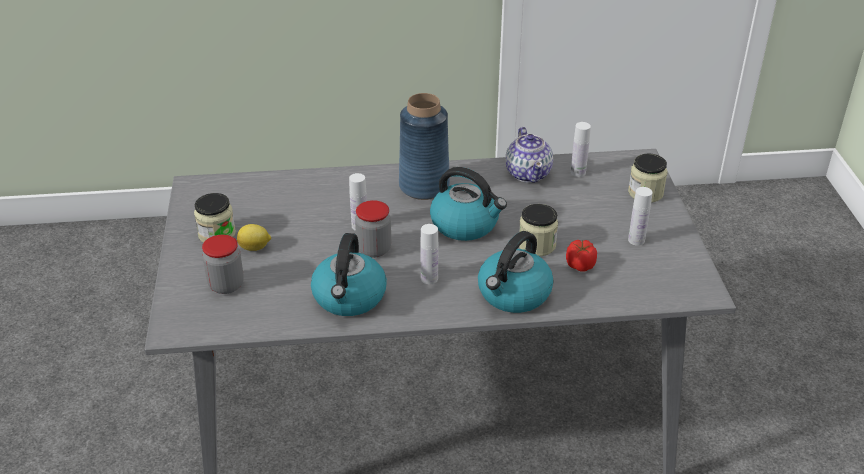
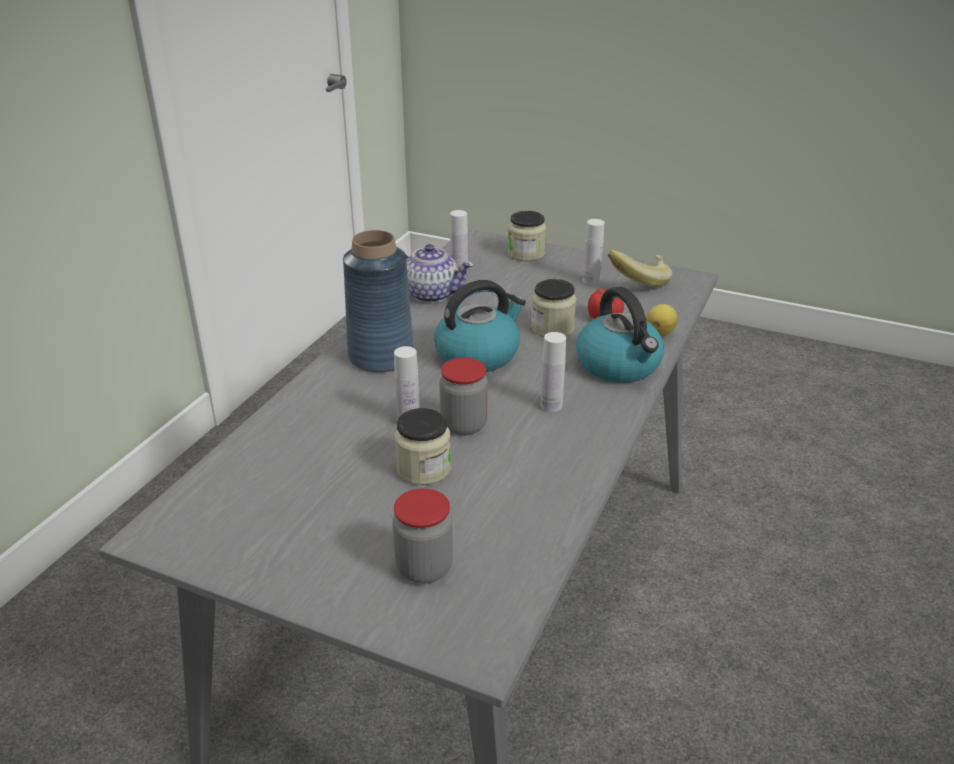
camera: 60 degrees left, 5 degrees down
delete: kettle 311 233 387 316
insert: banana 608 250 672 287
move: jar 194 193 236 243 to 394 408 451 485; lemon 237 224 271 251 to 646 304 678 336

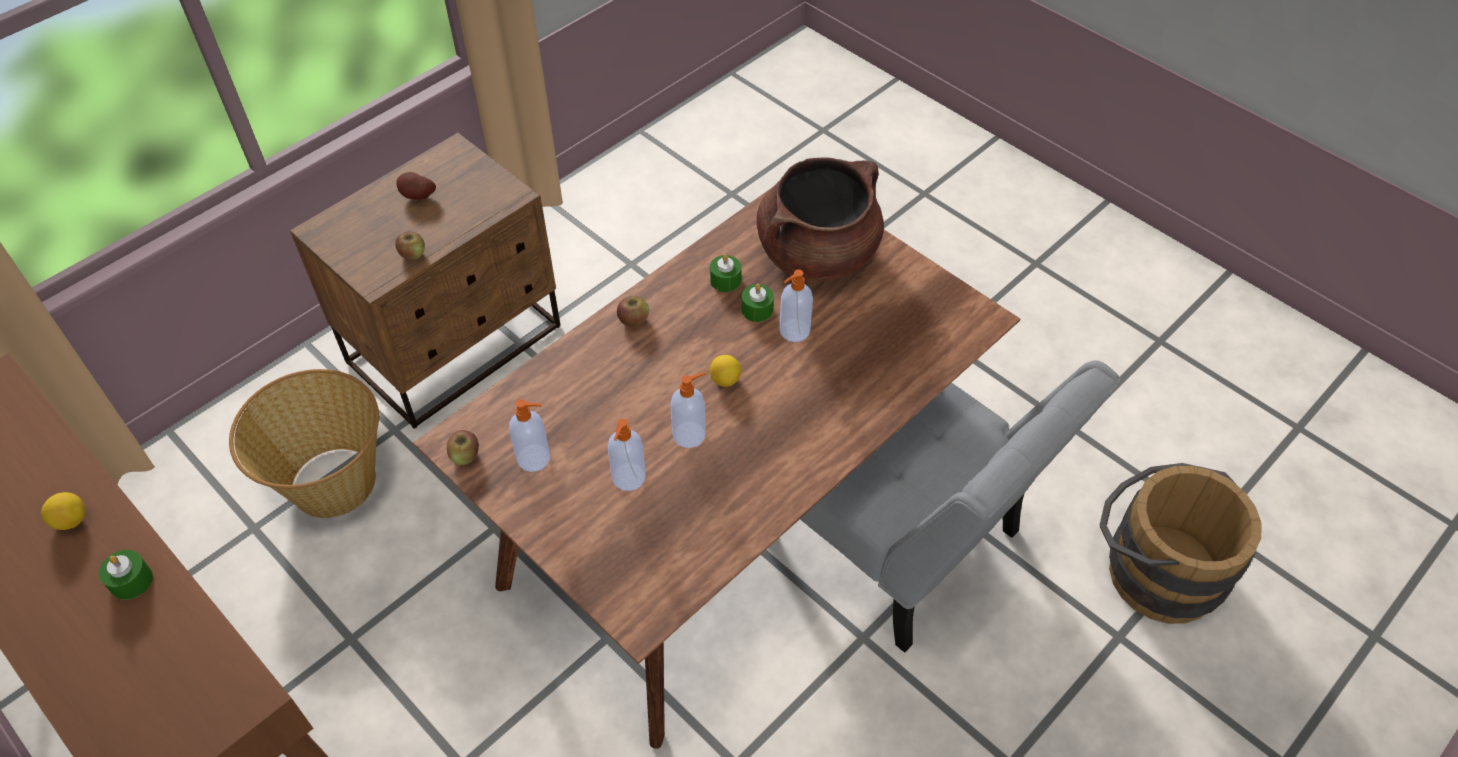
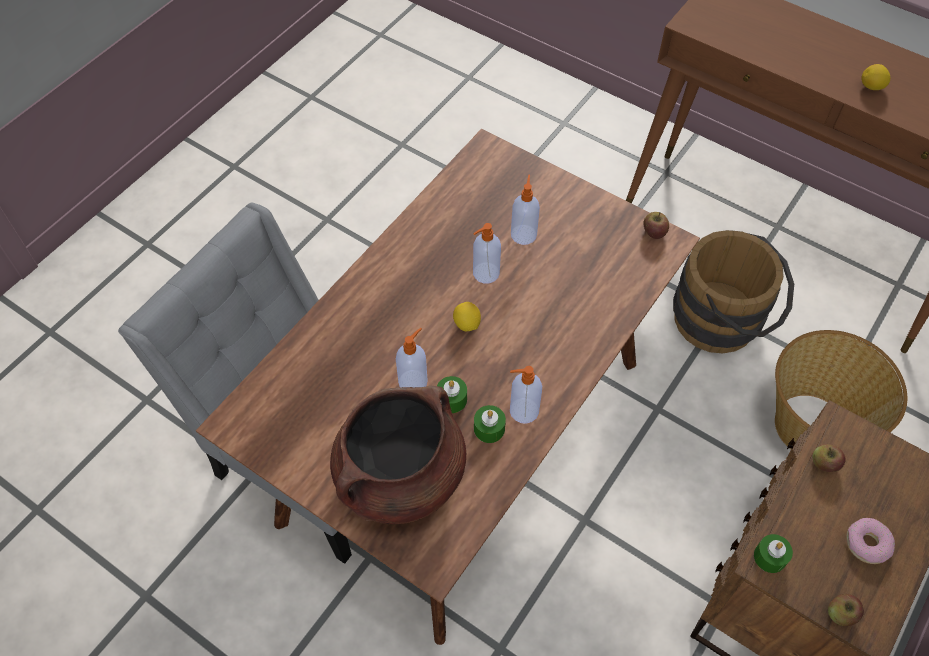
camera: 170 degrees right, 5 degrees up
move: candle (green) 99 550 153 600 to 754 534 793 573; soap dispenser 509 399 550 472 to 510 366 542 424; apple 617 296 649 327 to 828 594 864 626; bucket (brown) 1100 463 1262 624 to 673 230 794 354
replace: potato 396 172 436 200 to donut 846 518 895 564

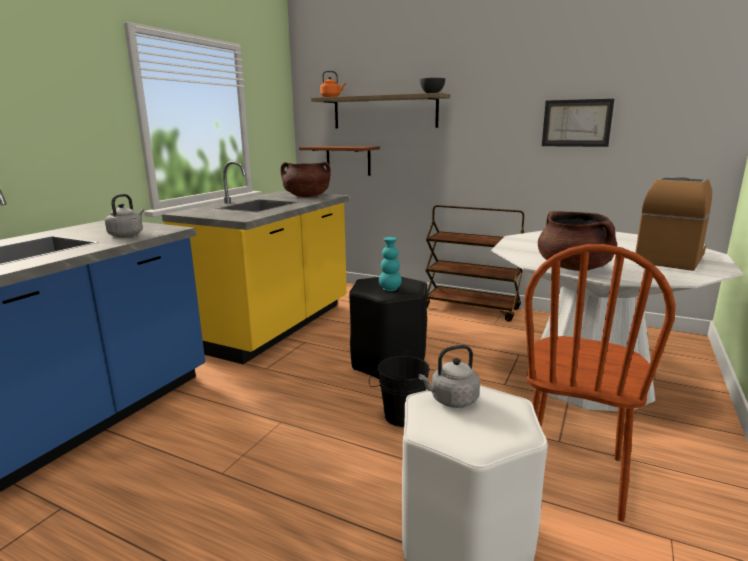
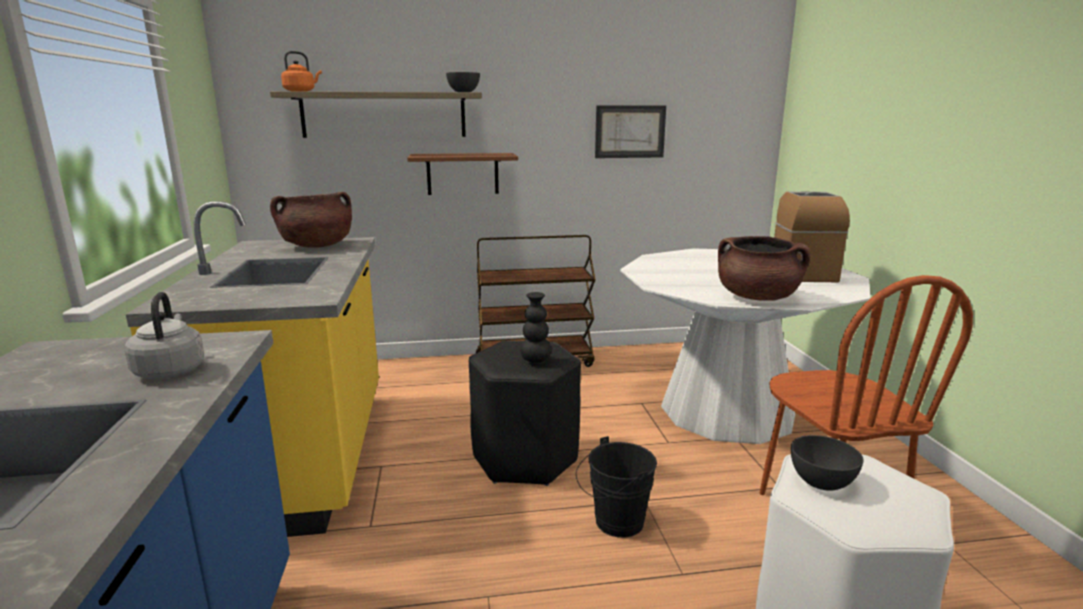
camera: 35 degrees left, 0 degrees up
move: shelf (brown) 299 146 380 176 to 407 153 518 195
replace: kettle (grey) 419 345 480 408 to bowl (grey) 791 435 863 491
recolor: vase (turquoise) 379 237 402 291 to vase (black) 520 292 552 365

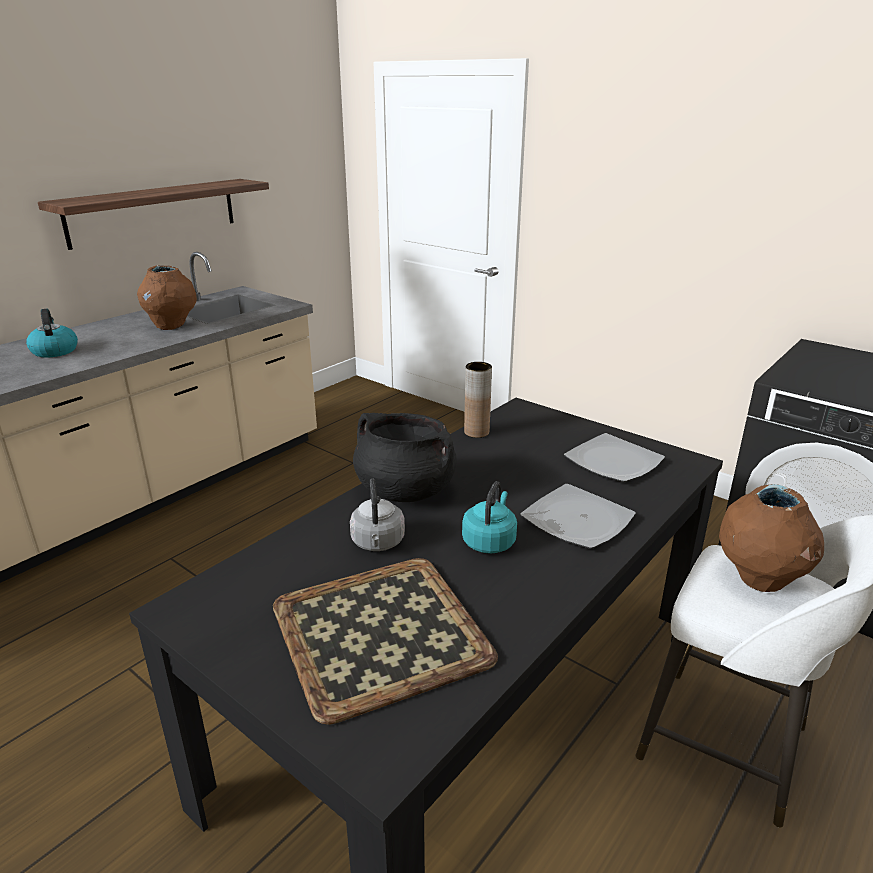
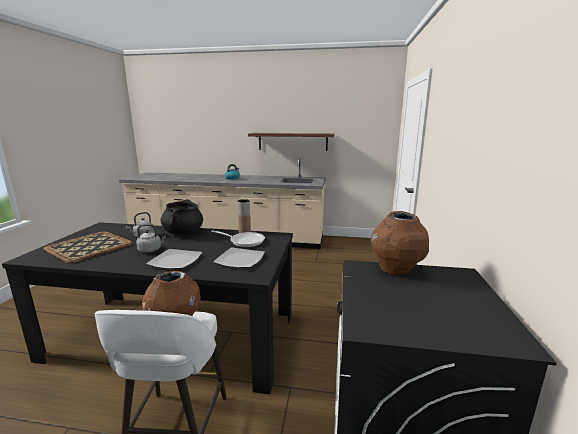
camera: 60 degrees right, 10 degrees down
insert: frying pan 211 230 265 247
move: vase (brown) 137 266 197 330 to 370 211 429 275
recolor: kettle (turquoise) 462 481 517 554 to kettle (grey) 136 224 166 253

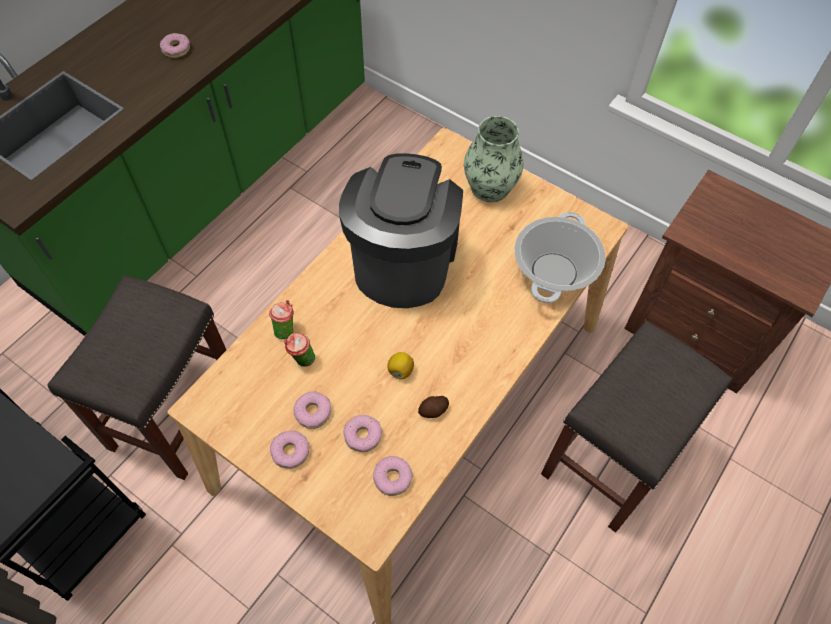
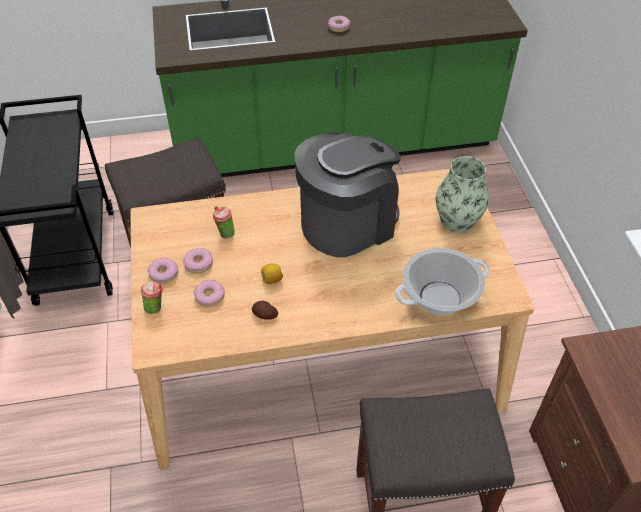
camera: 45 degrees right, 10 degrees down
delete: donut 373 456 413 496
move: cup 269 300 294 339 to 141 281 163 314

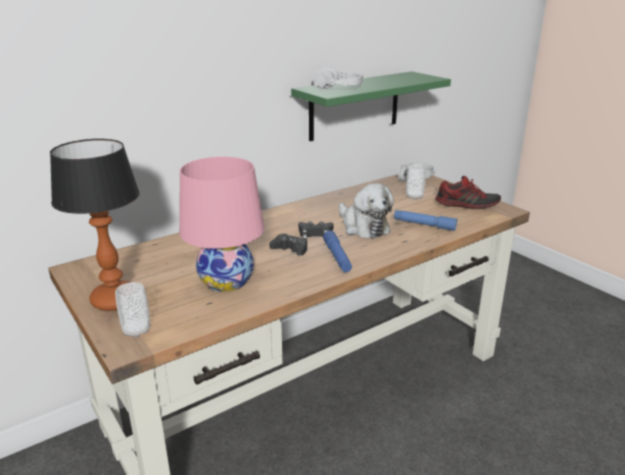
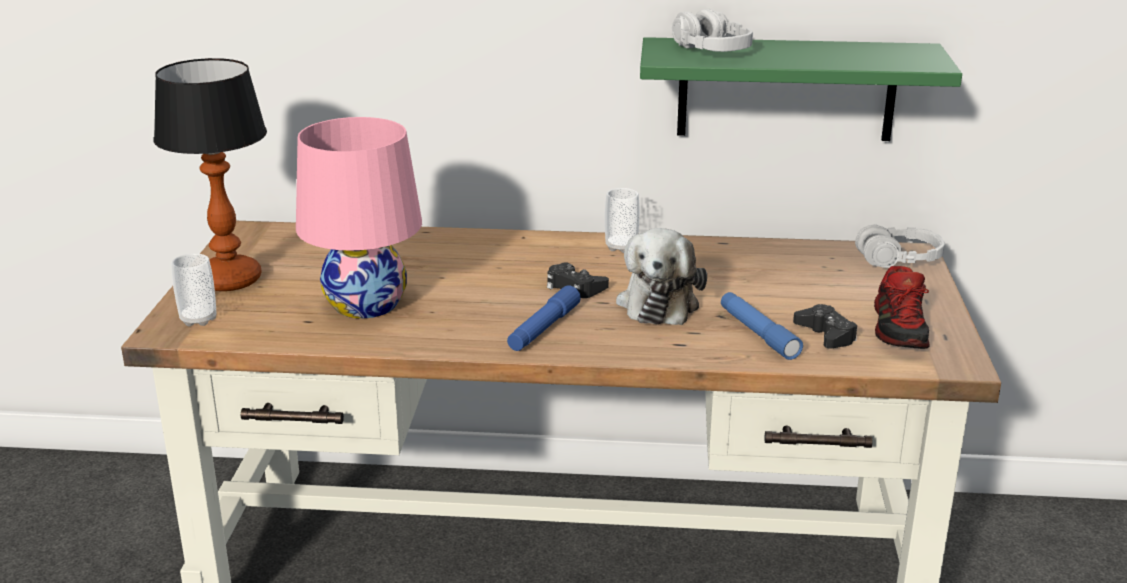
camera: 40 degrees right, 0 degrees up
move: game controller (black) 269 234 307 256 to 793 304 857 349; cup 406 165 426 200 to 605 188 639 253
rotate: shoe 435 176 501 209 = 874 266 930 349 45 degrees clockwise

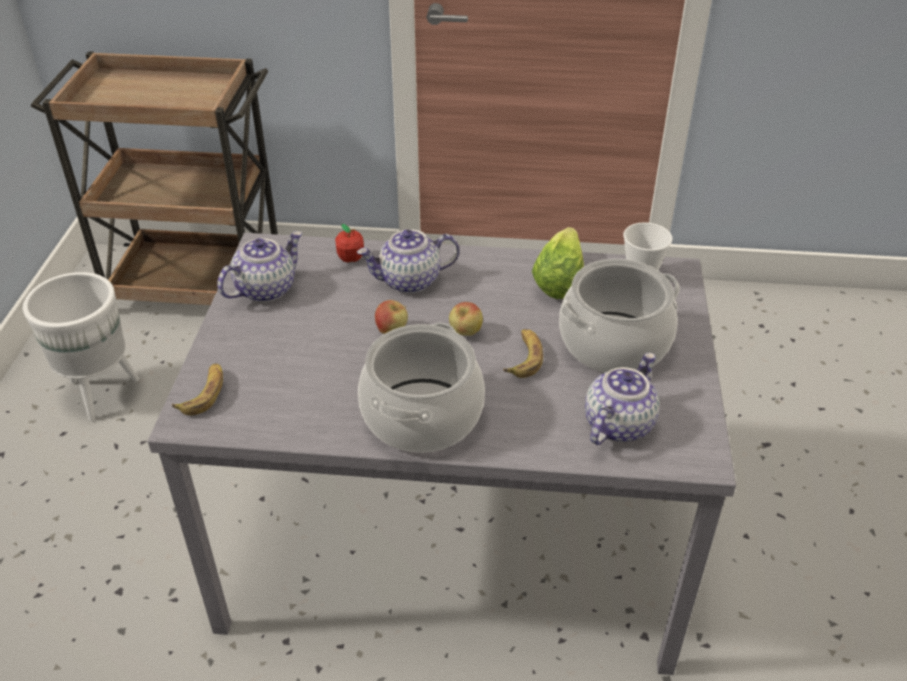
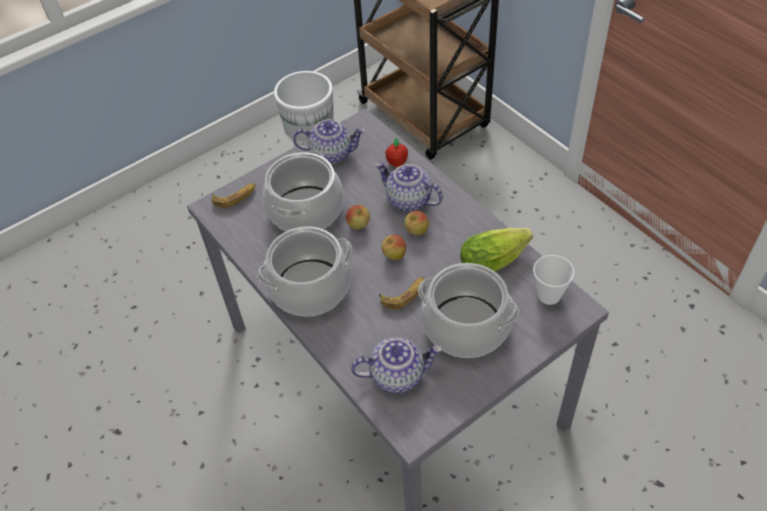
camera: 50 degrees right, 10 degrees up
insert: cooking pot 263 150 344 232; apple 404 211 429 235

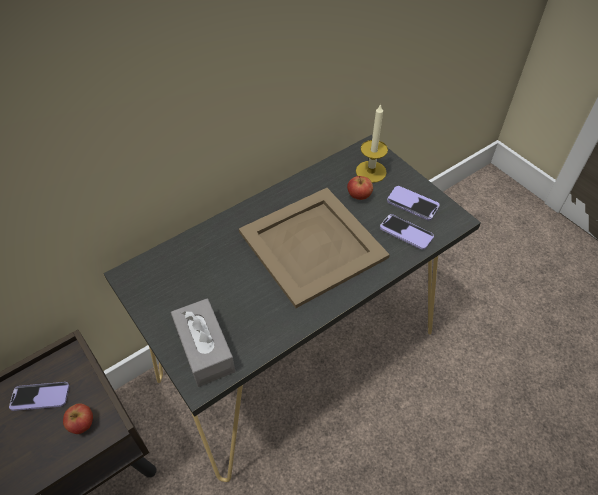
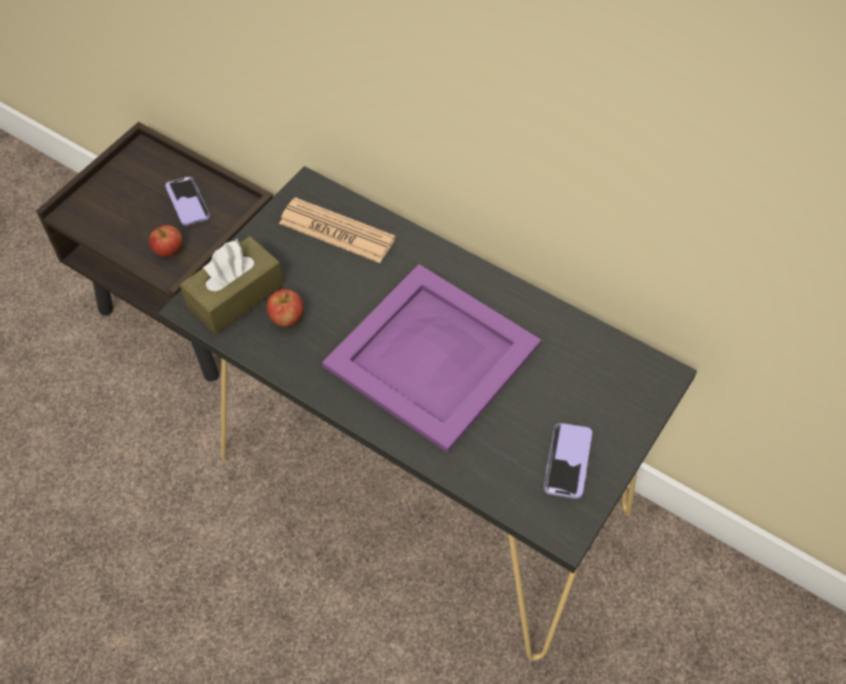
camera: 70 degrees right, 5 degrees up
delete: candle 356 103 388 183; phone 380 214 434 250
insert: newspaper 279 197 396 263
move: apple 347 176 373 200 to 266 289 303 327
recolor: tissue box (grey) 171 298 235 387 to tissue box (brown) 180 236 283 334; tray (beige) 239 188 390 308 to tray (purple) 322 264 541 453

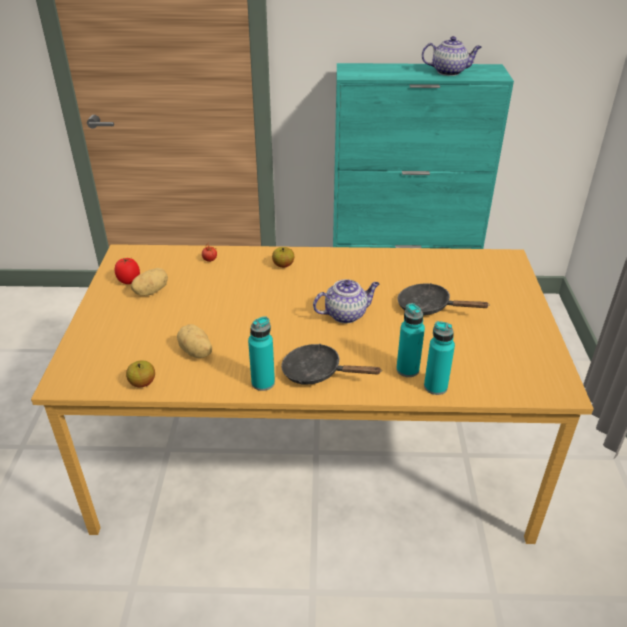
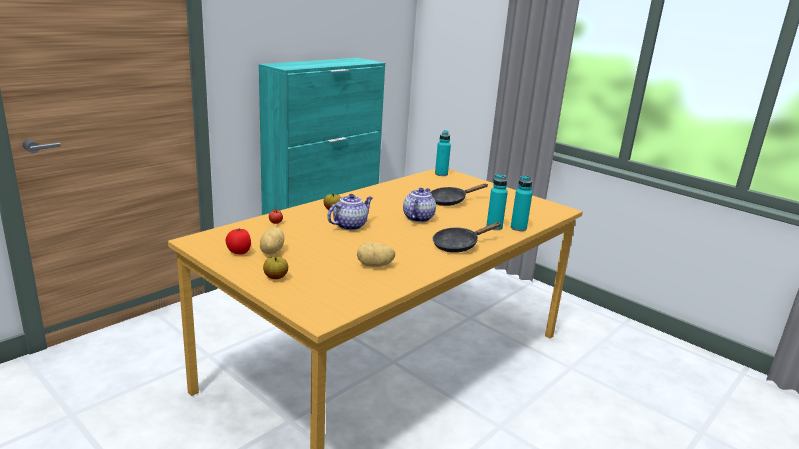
camera: 50 degrees left, 15 degrees down
move: apple 126 361 155 387 to 263 257 288 279; bottle (turquoise) 248 316 275 391 to 435 130 451 176; teapot 422 36 482 76 to 327 194 373 230

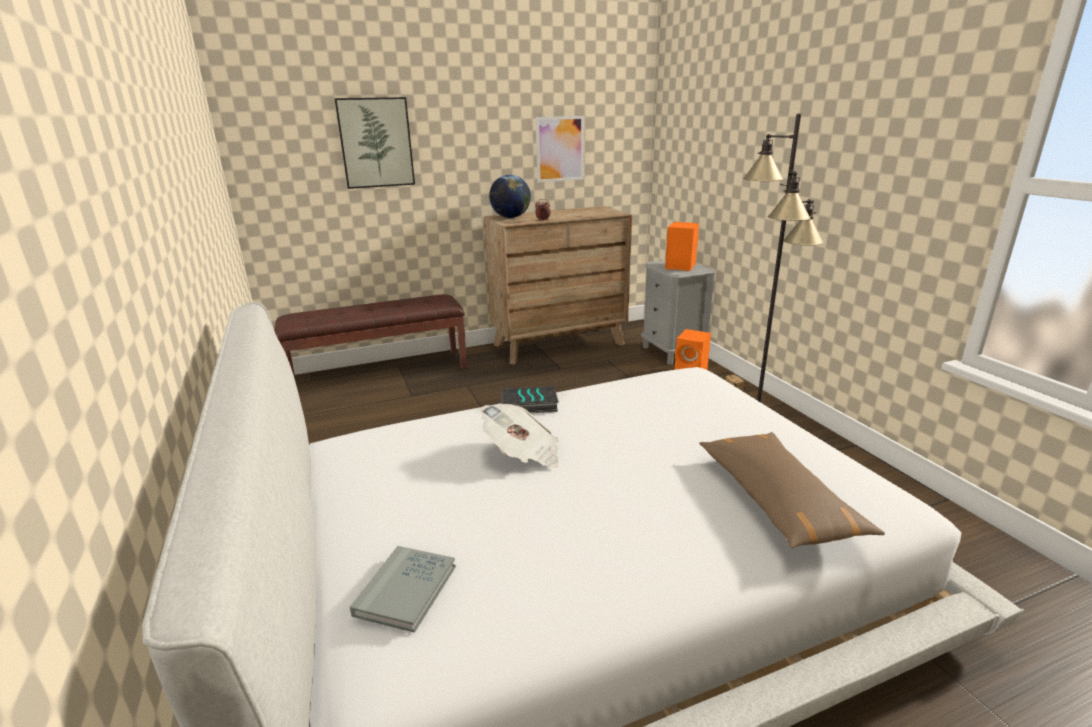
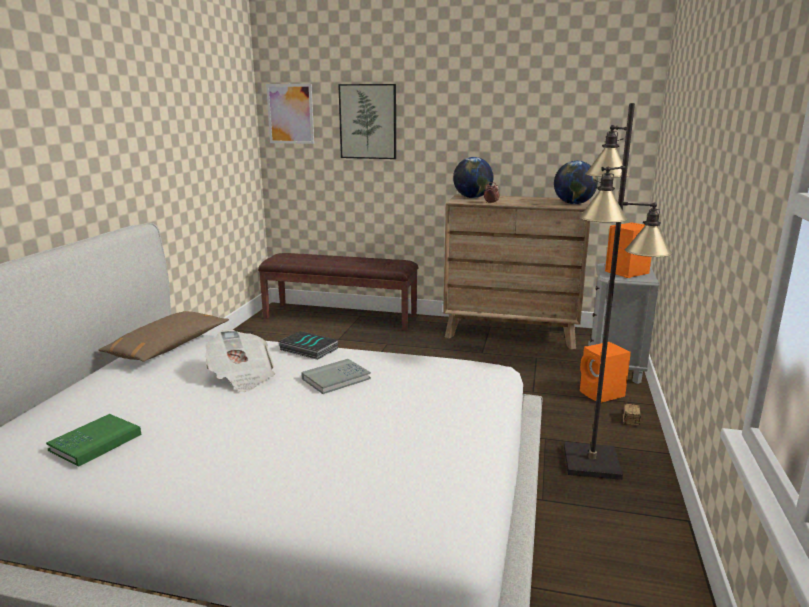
camera: 35 degrees right, 5 degrees down
insert: book (green) 46 414 142 467; globe 554 161 598 204
move: book (grey) 350 546 456 633 to 301 359 371 394; picture 536 116 584 182 to 266 84 314 144; pillow (brown) 699 432 885 548 to 98 311 229 362

